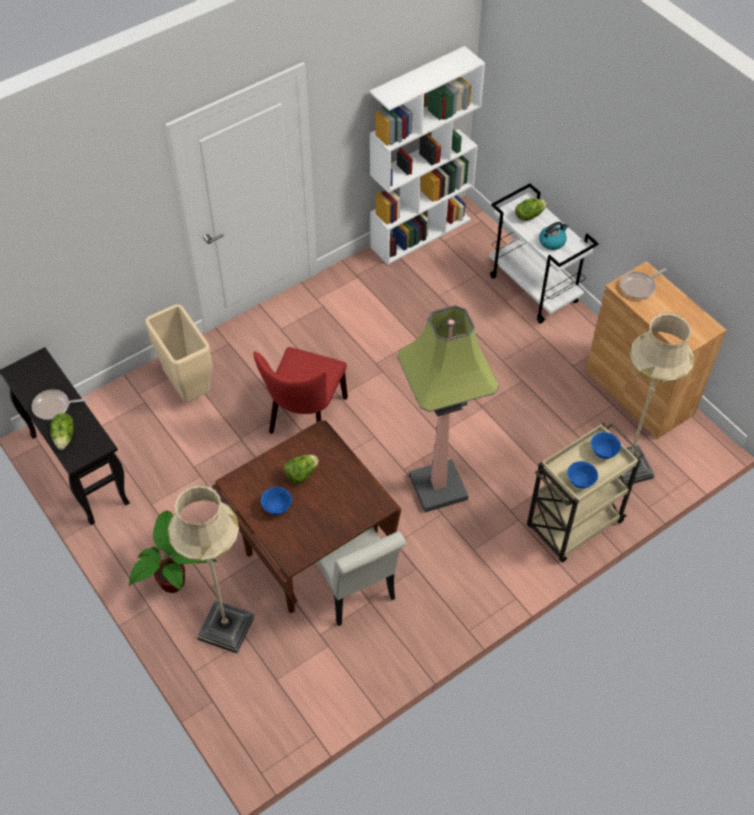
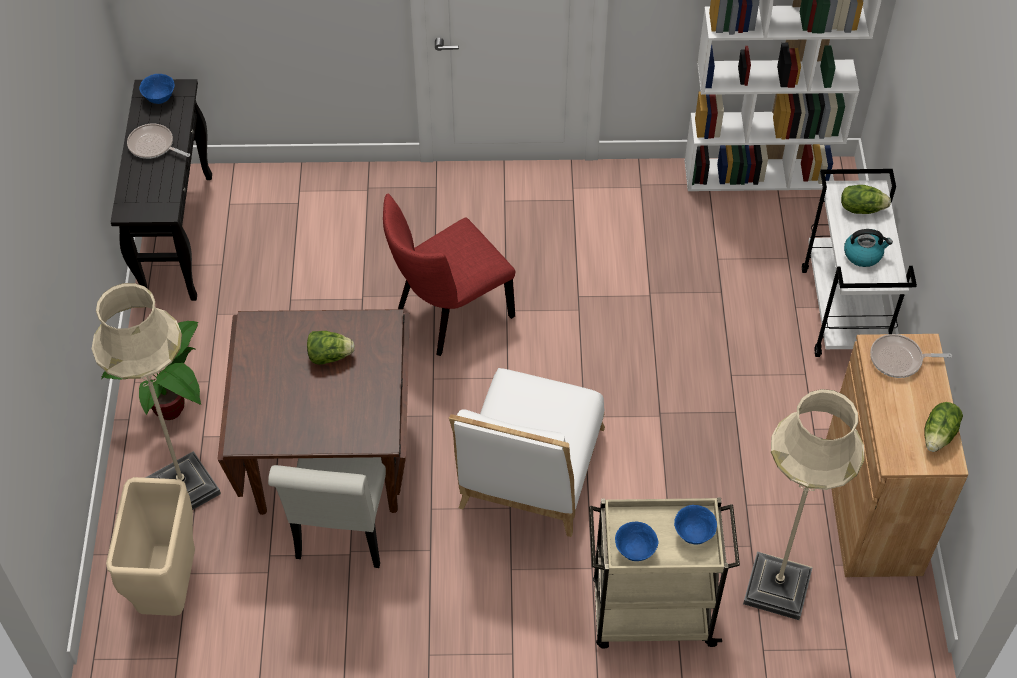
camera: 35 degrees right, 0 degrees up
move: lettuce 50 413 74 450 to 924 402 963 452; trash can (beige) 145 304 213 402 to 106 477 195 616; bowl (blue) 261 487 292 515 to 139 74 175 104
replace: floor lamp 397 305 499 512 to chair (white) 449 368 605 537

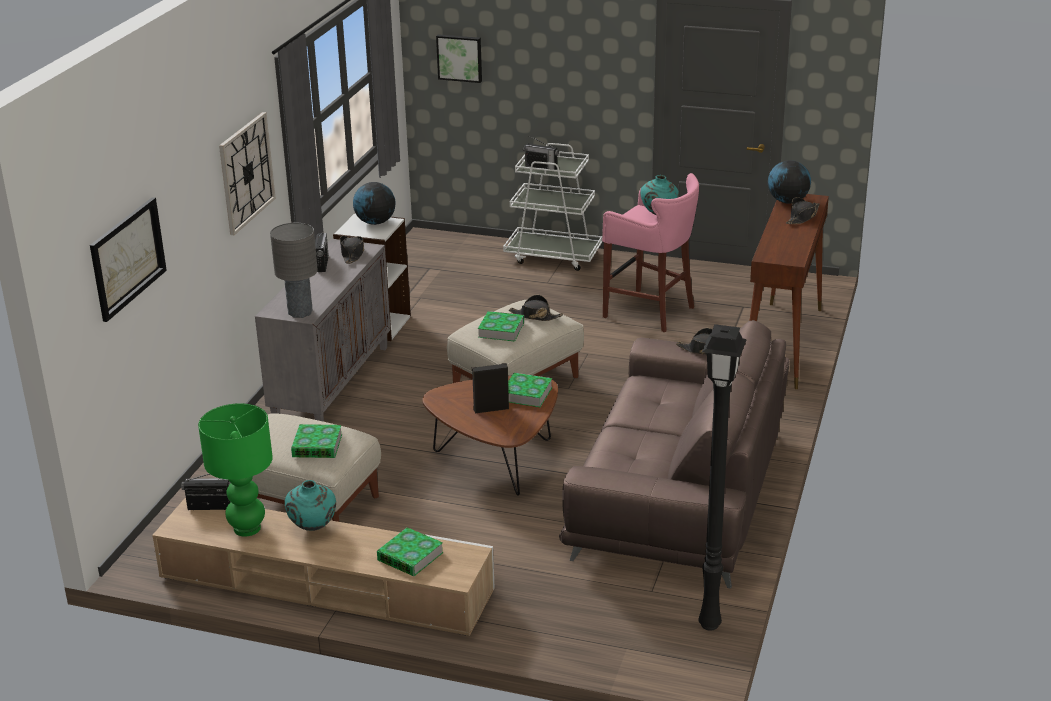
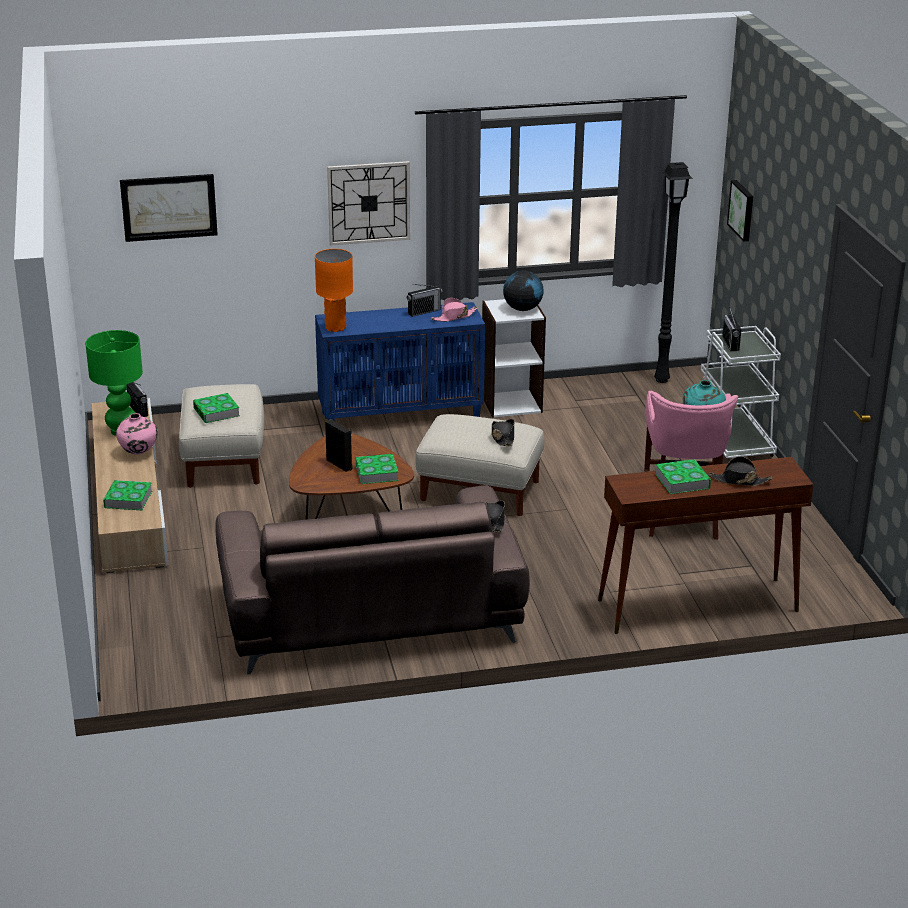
camera: 60 degrees right, 0 degrees up
delete: globe 768 160 811 204
move: book 478 311 524 342 to 655 459 711 494; floor lamp (black) 698 324 747 631 to 654 162 693 383
recolor: cabinet (grey) 255 239 391 422 to cabinet (blue) 315 302 485 421; table lamp (grey) 270 223 318 318 to table lamp (orange) 315 249 353 332; vase (turquoise) 285 480 336 531 to vase (pink) 116 413 158 455; hat (black) 340 236 364 264 to hat (pink) 431 298 478 322

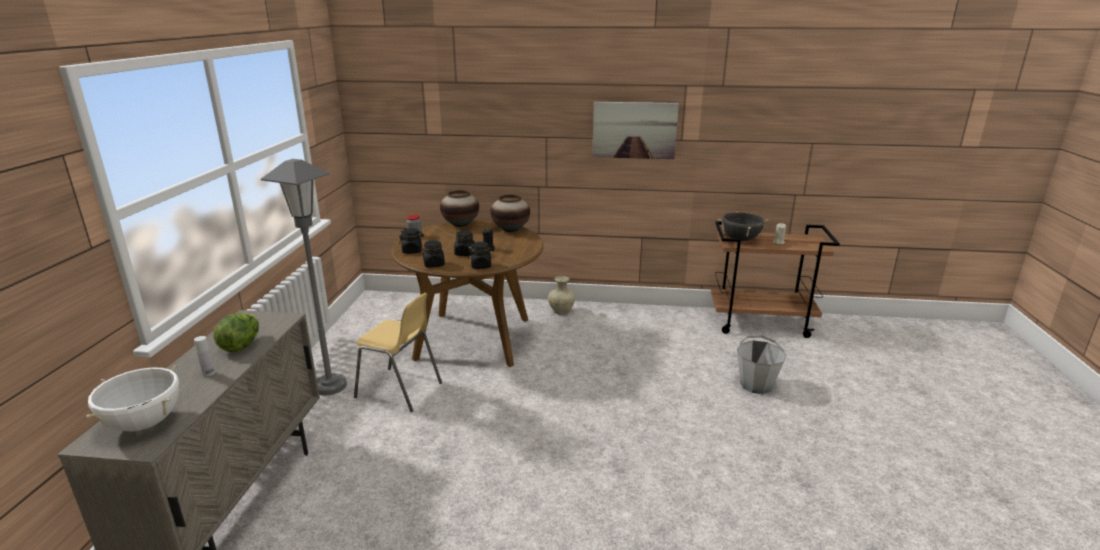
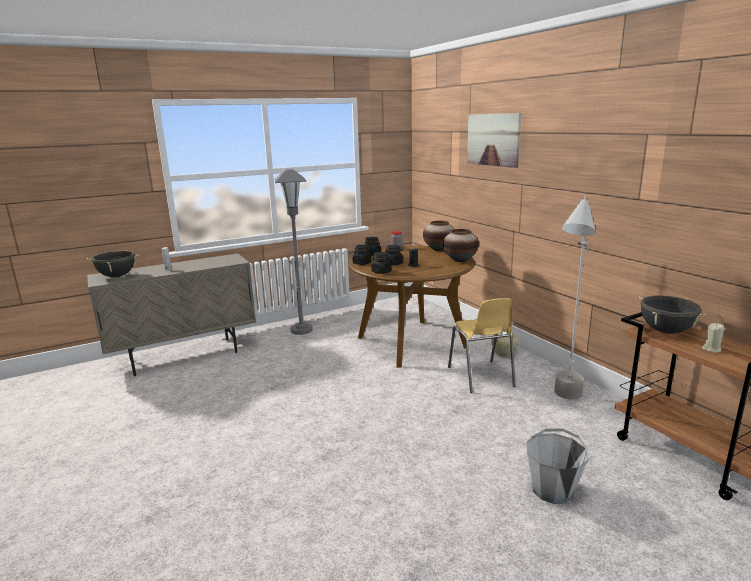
camera: 55 degrees right, 5 degrees down
delete: lettuce 213 313 259 352
insert: floor lamp (grey) 554 196 596 399
move: chair (yellow) 354 293 442 412 to 448 298 516 393; picture 592 102 679 159 to 467 113 521 168
recolor: cooking pot (white) 86 365 179 432 to cooking pot (black) 87 251 140 277

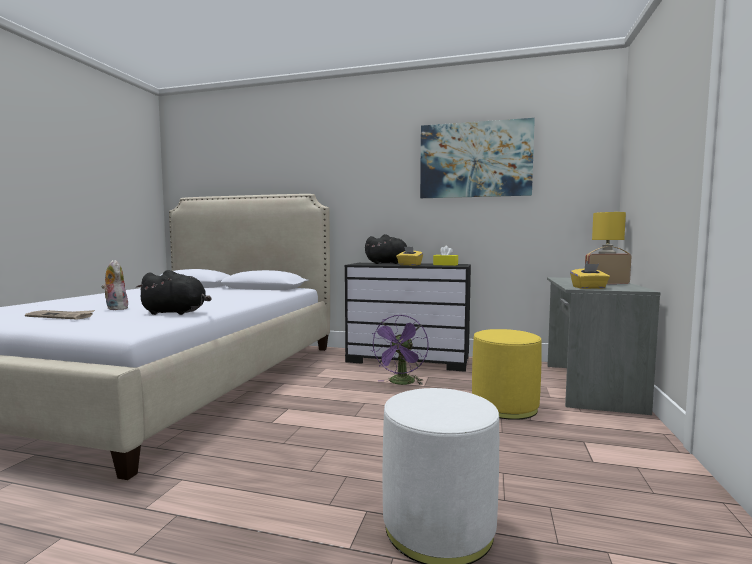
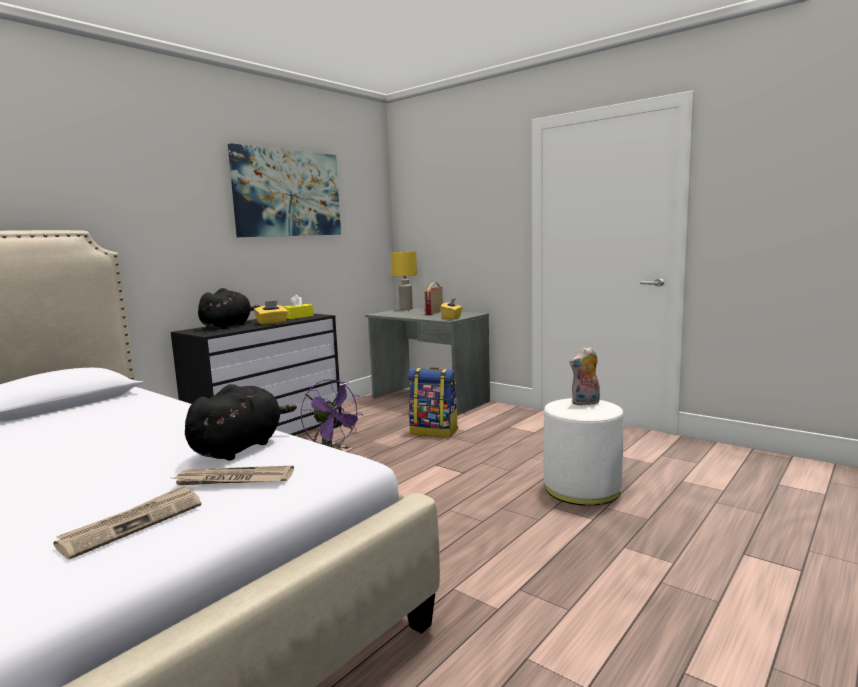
camera: 65 degrees left, 5 degrees up
insert: newspaper 174 466 294 485
move: plush toy 101 260 128 310 to 570 346 600 406
replace: ottoman (yellow) 472 329 542 420 to backpack 408 367 458 437

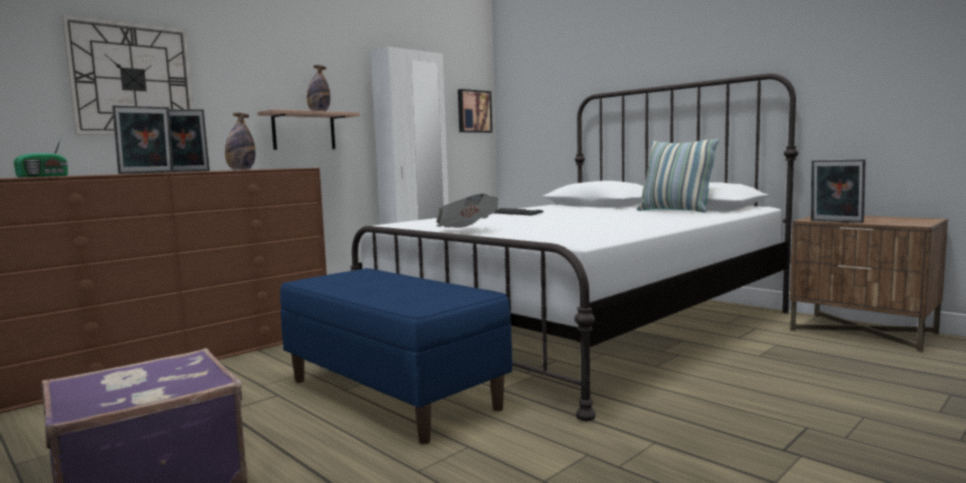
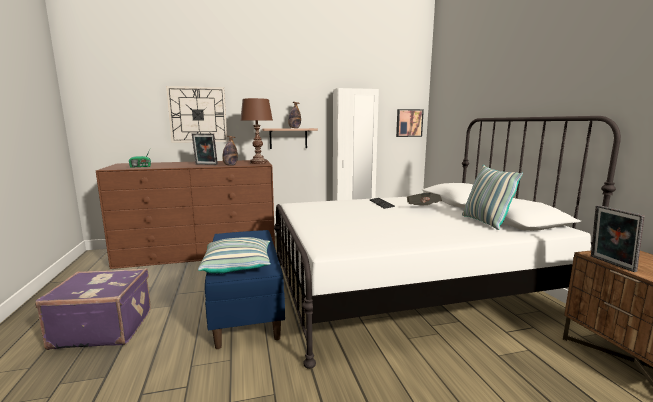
camera: 30 degrees right, 5 degrees up
delete: picture frame 112 105 173 174
insert: pillow 198 237 271 273; table lamp (brown) 240 98 273 164
move: newspaper 436 194 499 228 to 407 193 442 205

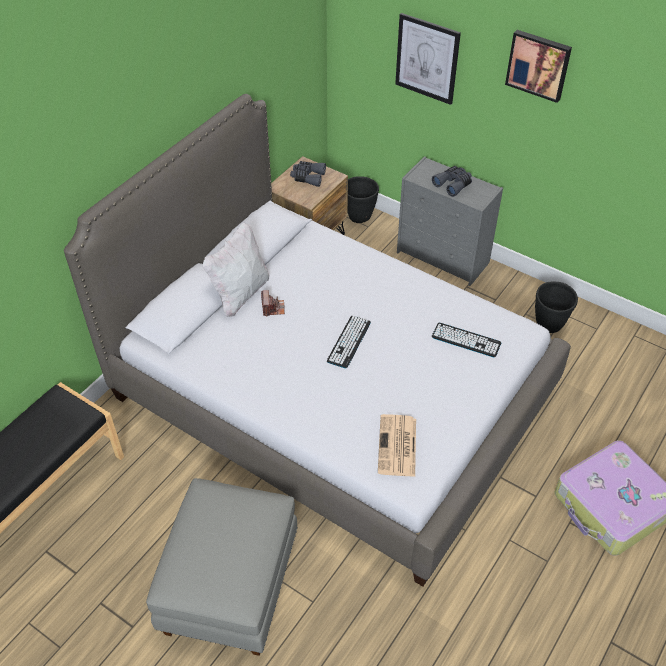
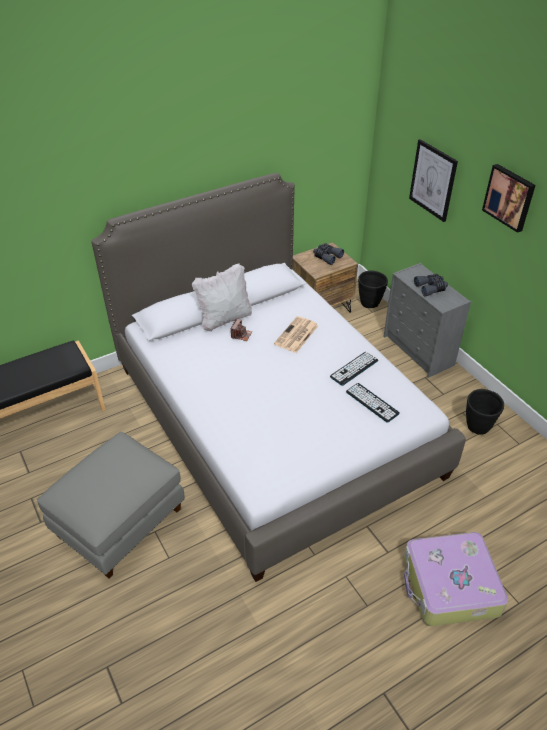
camera: 25 degrees right, 5 degrees down
move: keyboard 327 316 371 368 to 330 352 378 386; newspaper 378 414 416 477 to 274 316 318 353

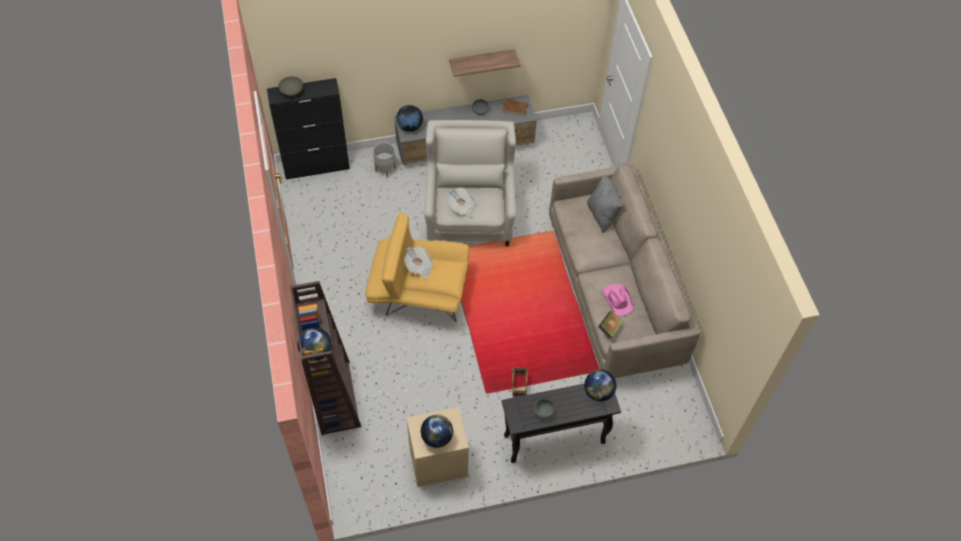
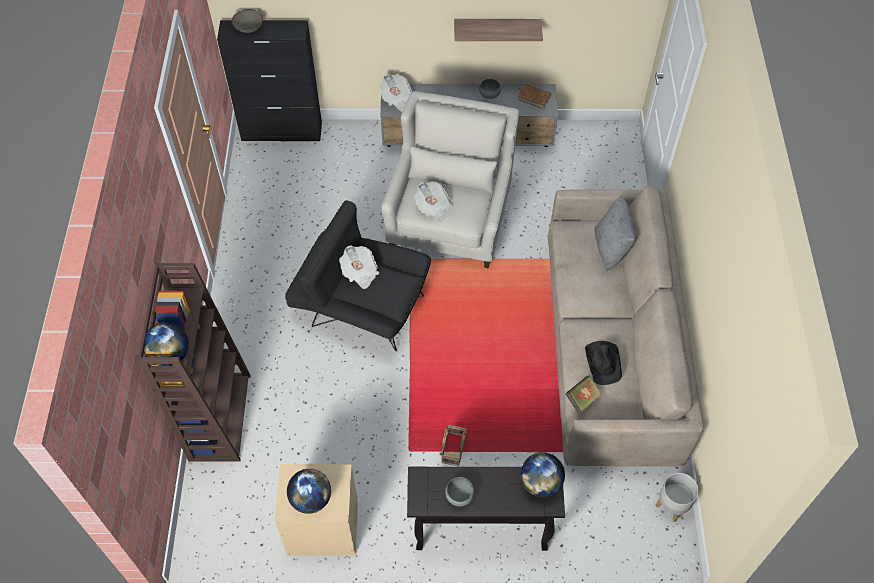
camera: 15 degrees right, 0 degrees up
move: planter (grey) 373 142 396 178 to 656 473 699 522
replace: globe 397 105 423 132 to newspaper 379 74 412 112
recolor: armchair (yellow) 365 214 470 322 to armchair (black) 285 201 431 351; hat (pink) 602 284 634 316 to hat (black) 585 341 622 385

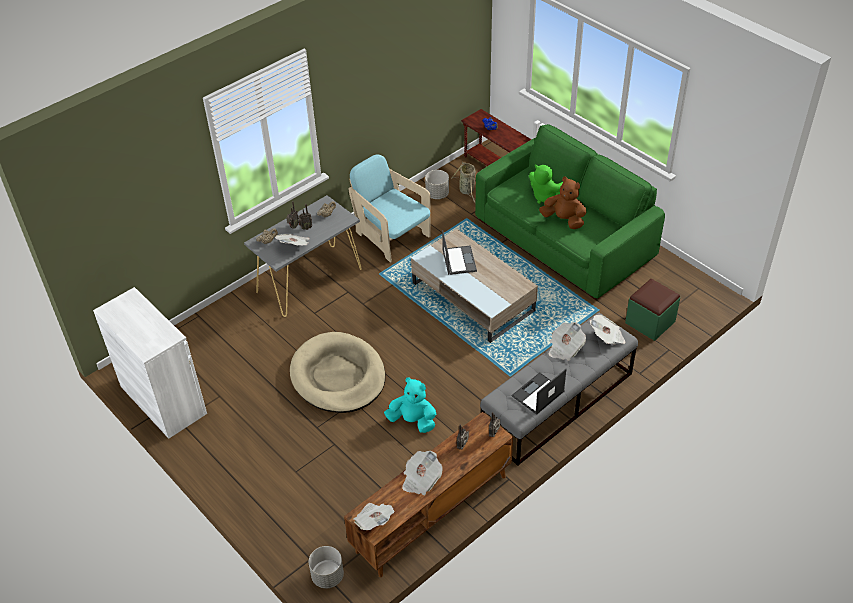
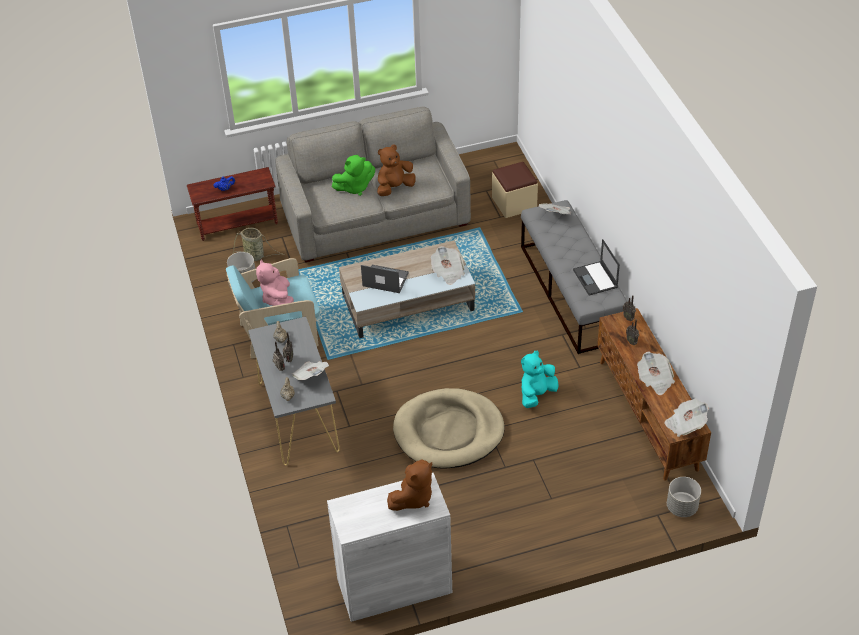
camera: 65 degrees left, 0 degrees up
insert: plush toy (pink) 256 259 294 306; plush toy (brown) 387 459 432 511
move: newspaper 549 322 586 361 to 431 246 465 285
recolor: sofa (green) 475 124 665 300 to sofa (grey) 275 107 471 262; ottoman (green) 625 279 680 341 to ottoman (beige) 492 162 538 218

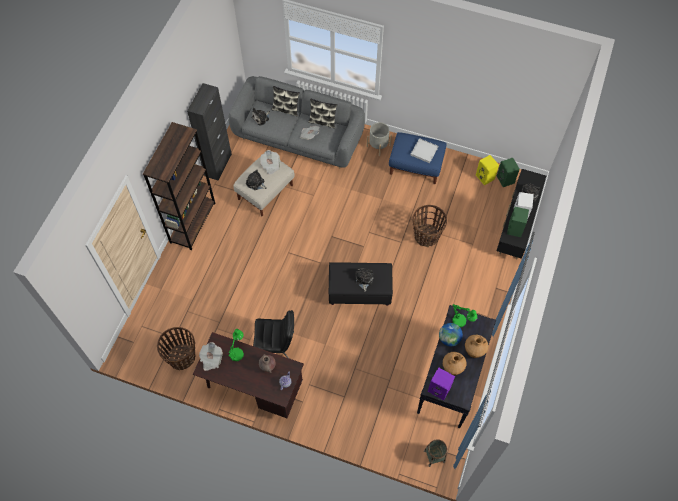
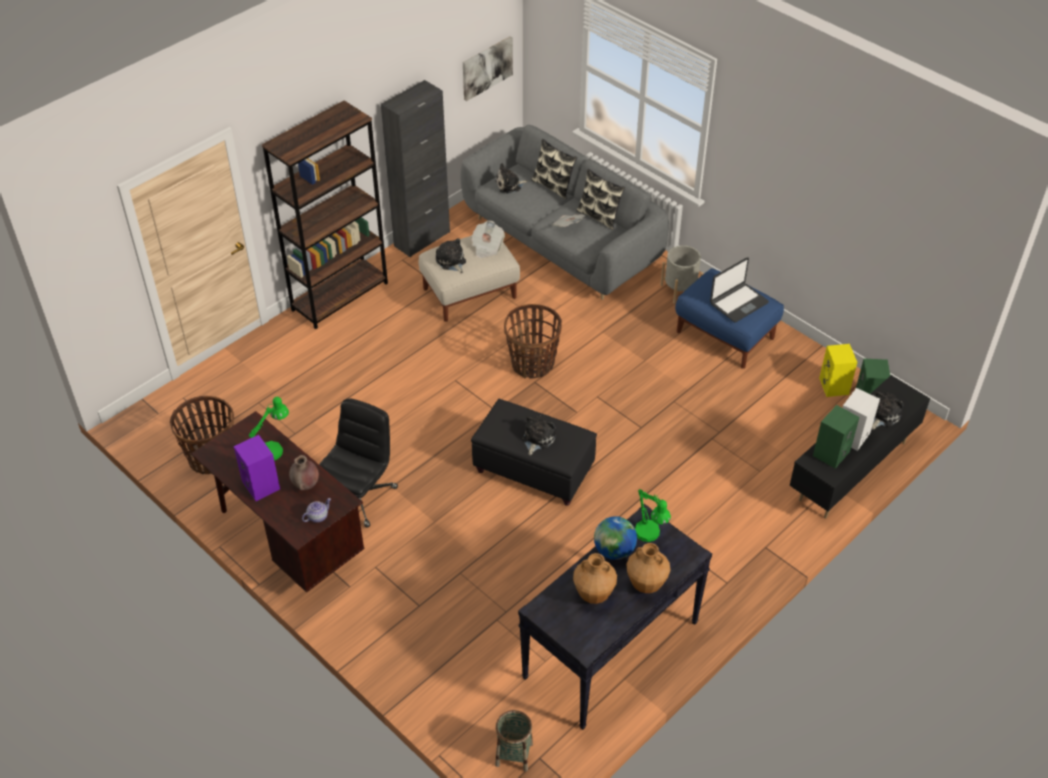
camera: 25 degrees right, 15 degrees down
delete: newspaper 199 342 223 371
insert: picture 463 36 513 101
move: basket 412 205 447 247 to 504 304 562 379; speaker (purple) 428 367 455 400 to 234 435 280 501
replace: tray (white) 410 138 438 163 to laptop 710 257 769 322
rotate: office chair (black) 253 310 294 359 = 319 398 398 528 90 degrees counterclockwise

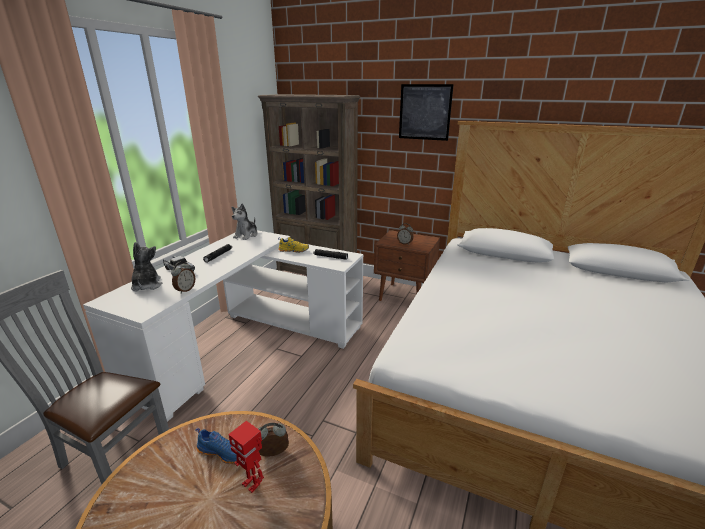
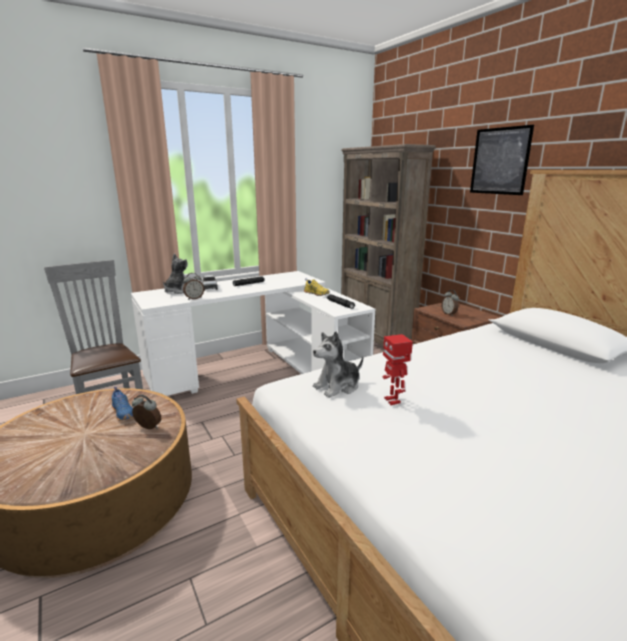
camera: 35 degrees right, 5 degrees down
move: toy robot 228 421 264 493 to 383 334 413 405; plush toy 232 204 258 240 to 313 331 363 398

